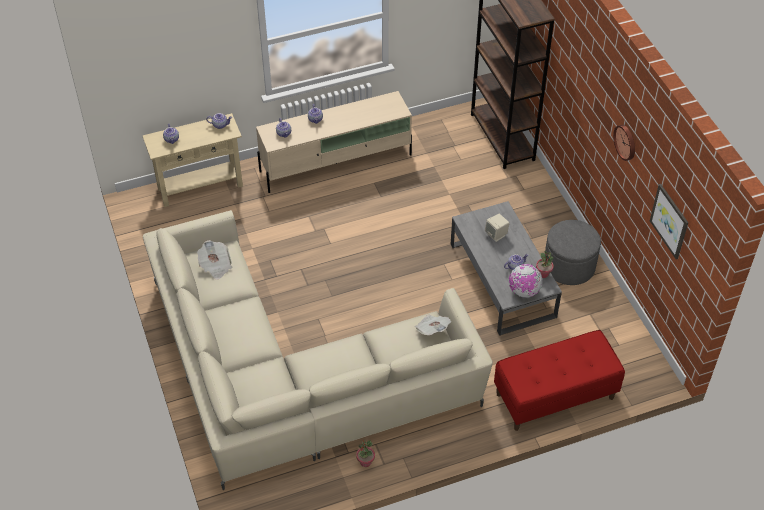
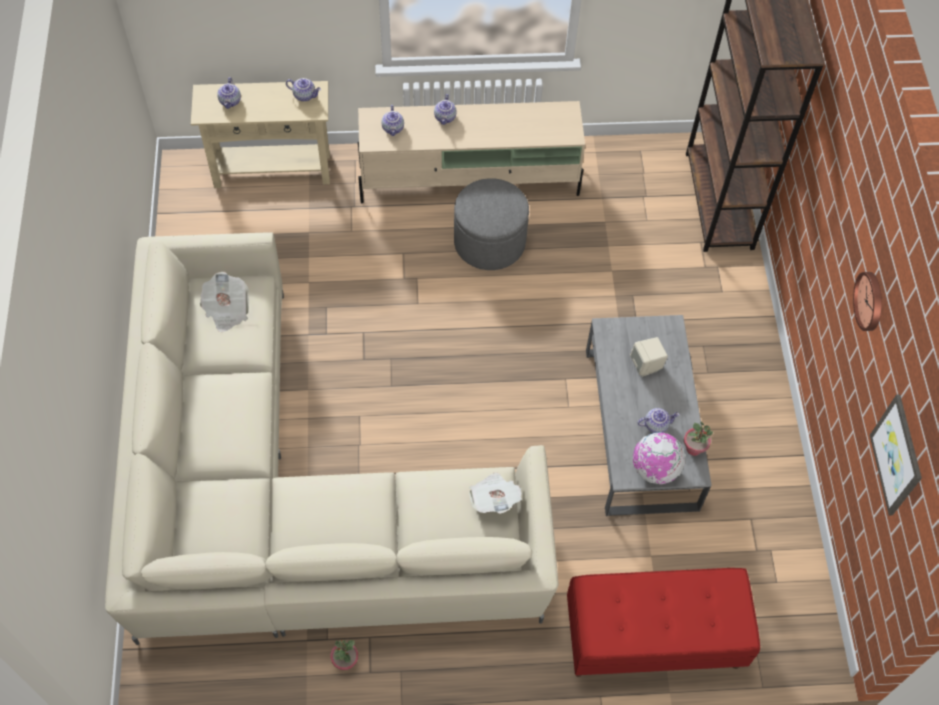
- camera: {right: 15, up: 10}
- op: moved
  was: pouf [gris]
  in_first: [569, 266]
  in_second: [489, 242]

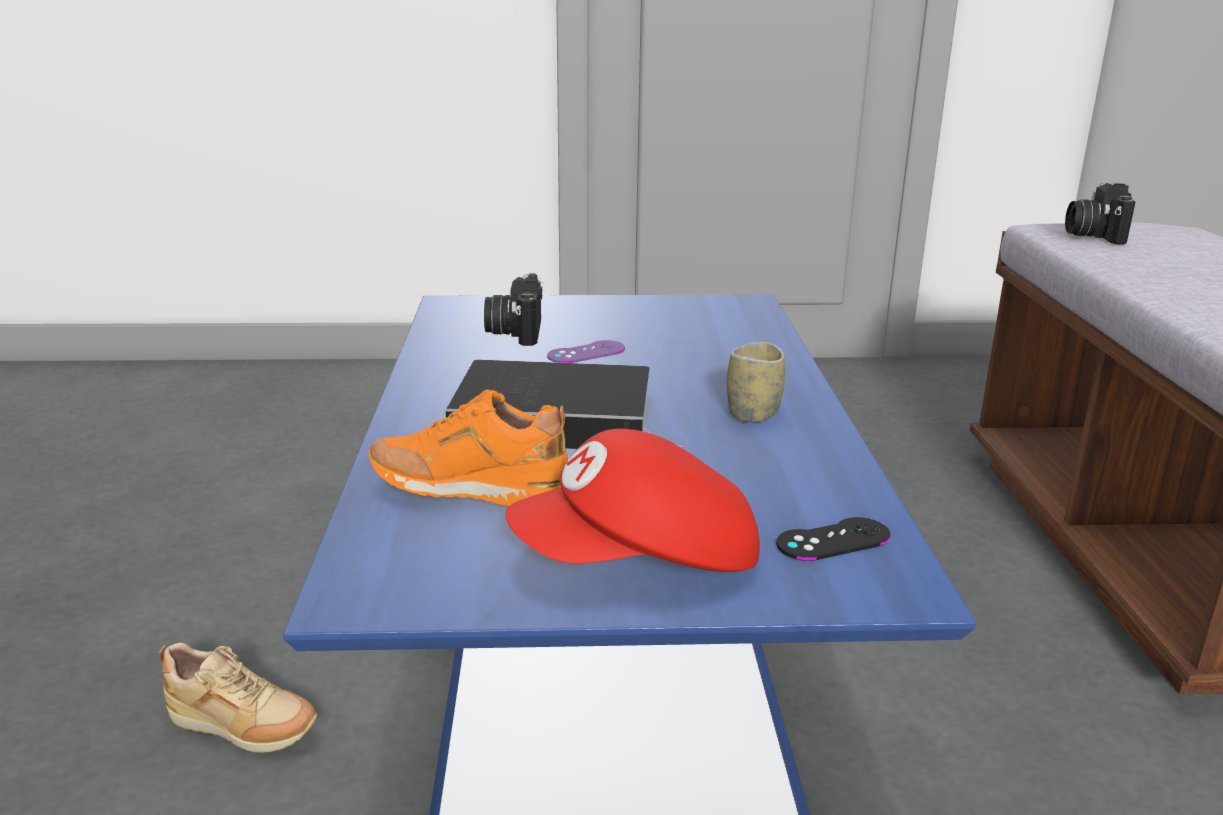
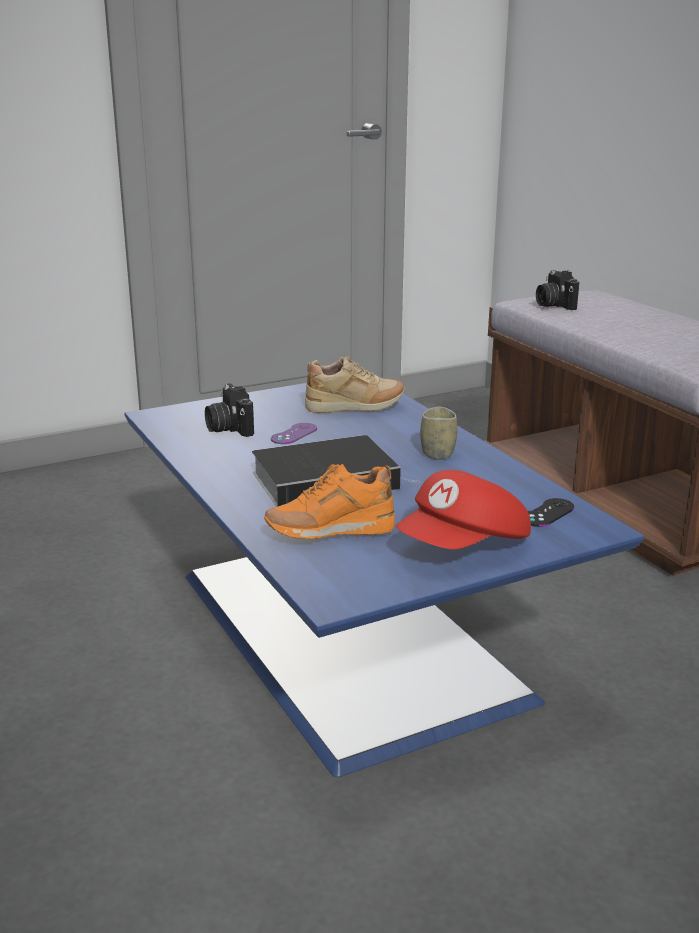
- camera: {right: -25, up: 0}
- op: moved
  was: chaussure [beige]
  in_first: [243, 731]
  in_second: [355, 408]

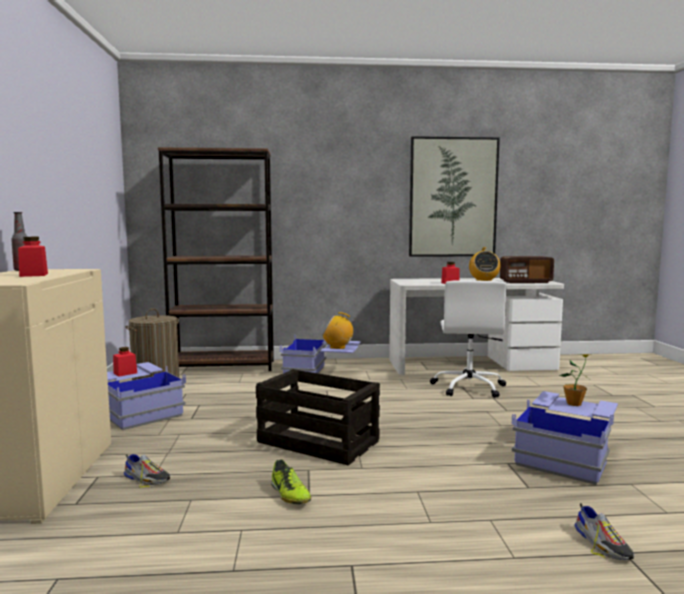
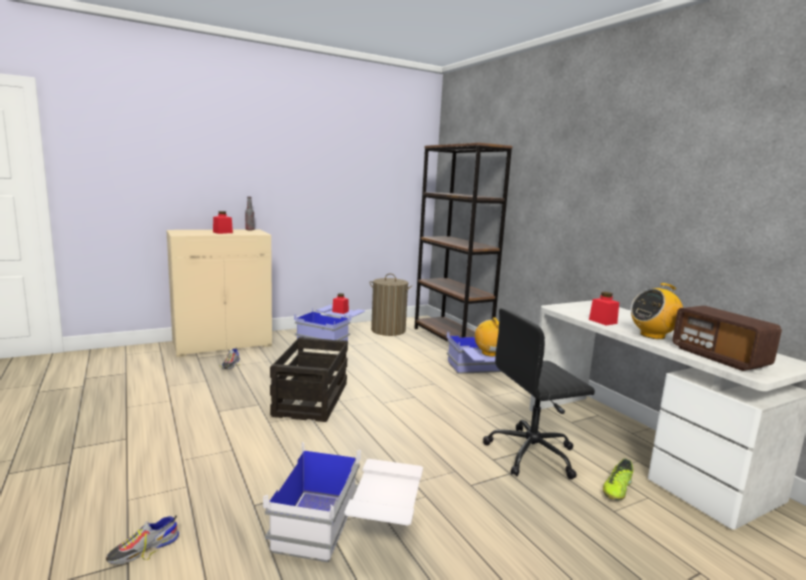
- camera: {right: 65, up: 5}
- op: removed
  was: tableau
  in_first: [453, 197]
- op: removed
  was: plante en pot
  in_first: [574, 404]
- op: moved
  was: chaussure
  in_first: [289, 494]
  in_second: [617, 489]
- op: recoloured
  was: chaise de bureau [blanc]
  now: chaise de bureau [noir]
  in_first: [469, 387]
  in_second: [533, 454]
- op: recoloured
  was: boîte de rangement [bleu]
  now: boîte de rangement [blanc]
  in_first: [566, 455]
  in_second: [348, 532]

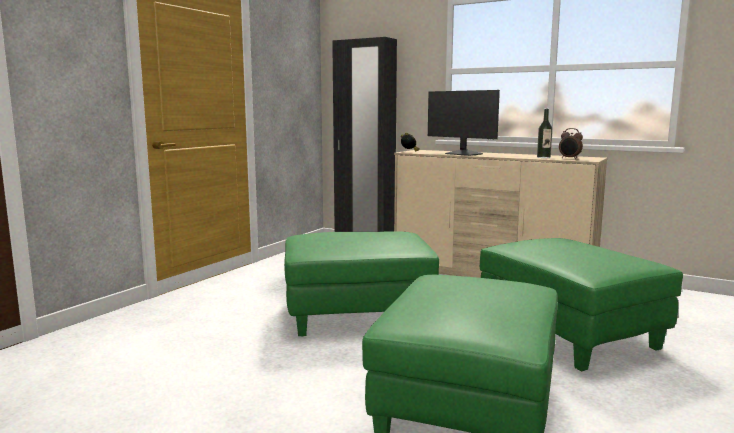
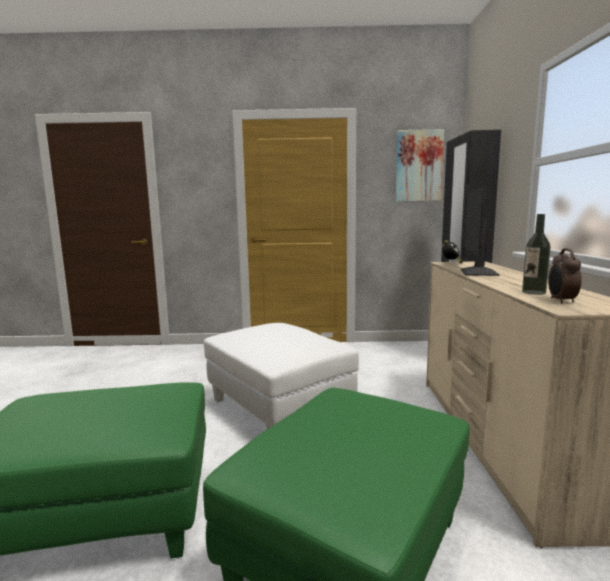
- camera: {right: 60, up: 0}
- op: added
  now: tableau
  in_second: [418, 166]
- op: recoloured
  was: pouf [vert]
  now: pouf [blanc]
  in_first: [358, 315]
  in_second: [279, 408]

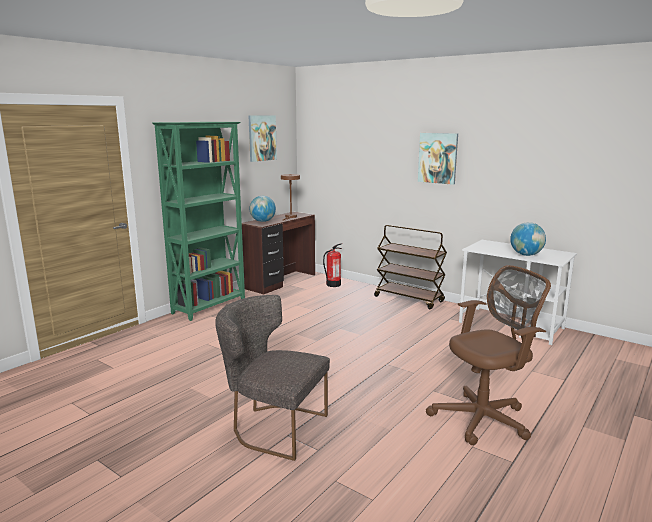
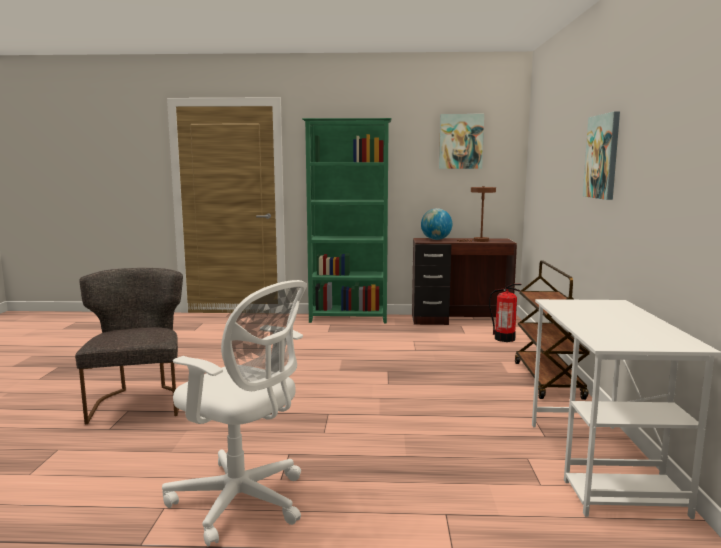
- camera: {right: 55, up: -5}
- op: removed
  was: globe
  in_first: [526, 255]
- op: recoloured
  was: chaise de bureau [marron]
  now: chaise de bureau [blanc]
  in_first: [484, 419]
  in_second: [243, 502]

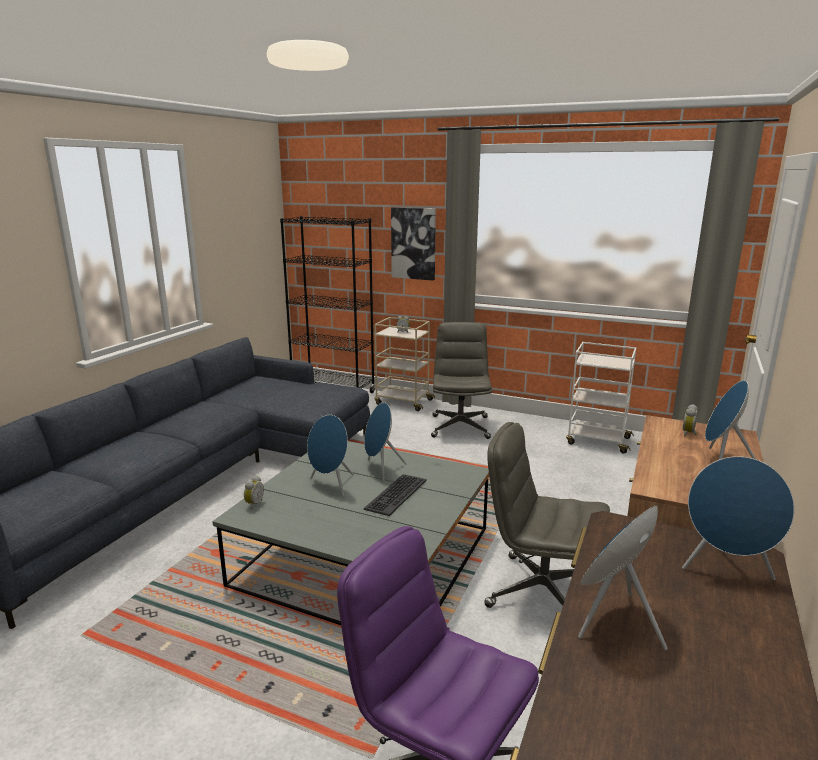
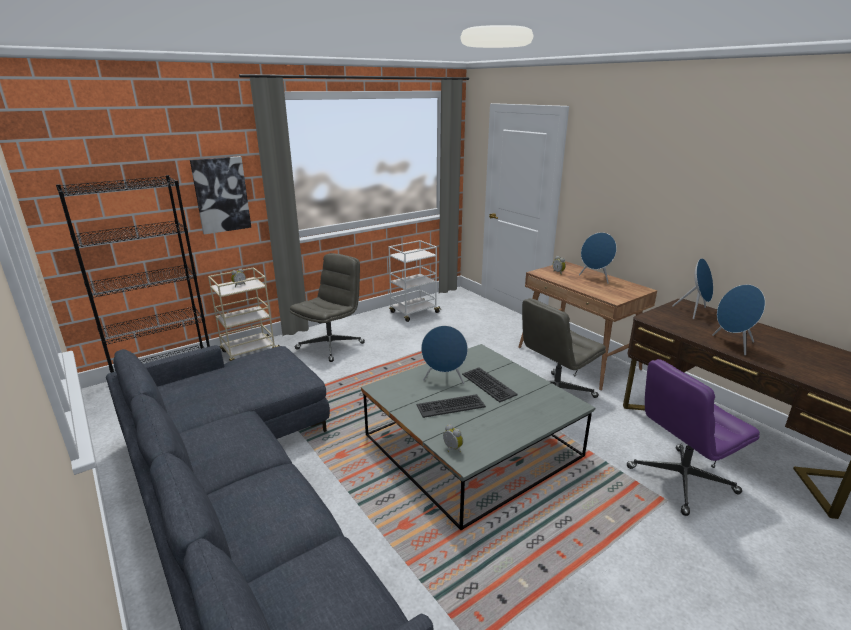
- camera: {right: -60, up: 5}
- op: replaced
  was: enceinte [bleu]
  now: clavier
  in_first: [331, 485]
  in_second: [450, 406]
- op: turned
  was: chaise de bureau [gris]
  in_first: [460, 426]
  in_second: [330, 346]
  clockwise: 90

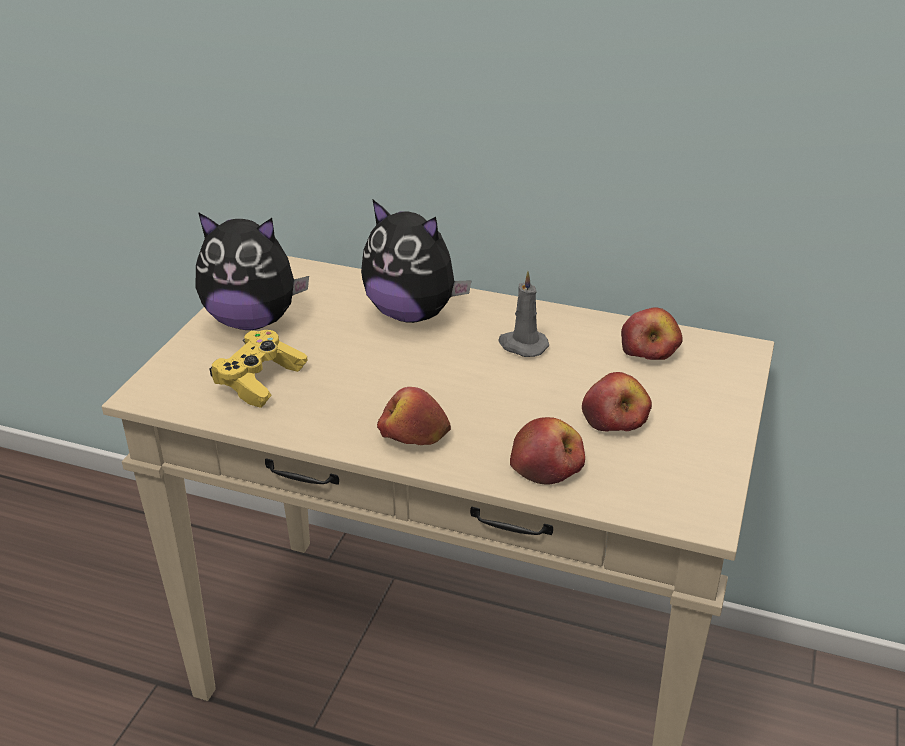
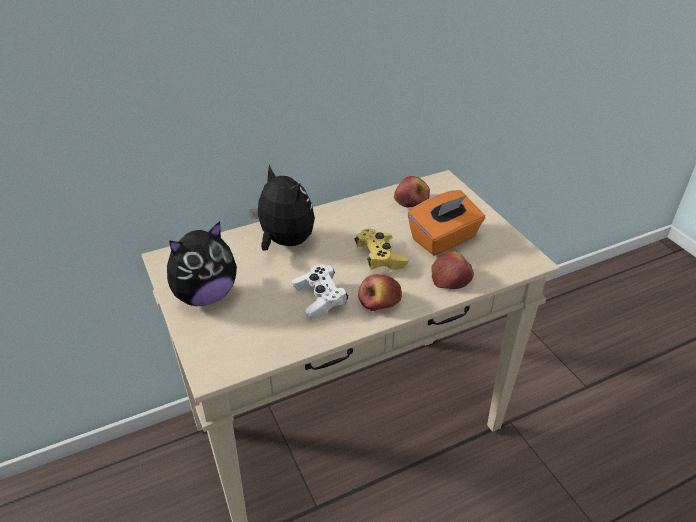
- camera: {right: -45, up: 5}
- op: removed
  was: bougie [gris]
  in_first: [522, 345]
- op: added
  now: manette [blanc]
  in_second: [320, 299]
- op: moved
  was: manette [jaune]
  in_first: [260, 381]
  in_second: [380, 257]
- op: replaced
  was: pomme
  now: boîte à mouchoirs [orange]
  in_first: [615, 418]
  in_second: [444, 239]
- op: turned
  was: peluche
  in_first: [412, 314]
  in_second: [284, 242]
  clockwise: -120

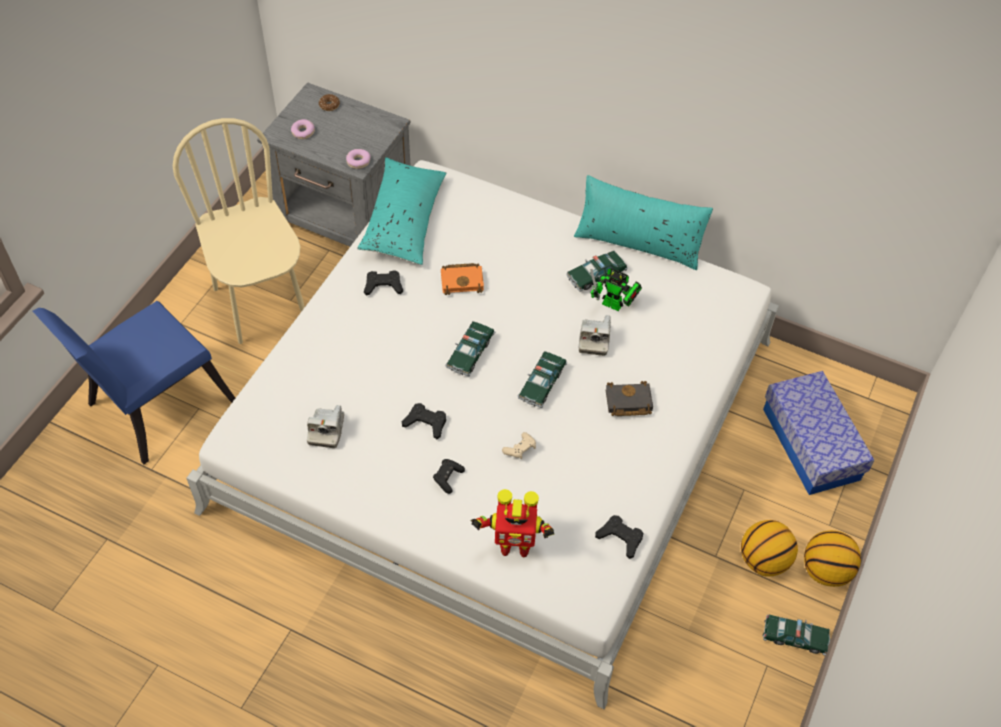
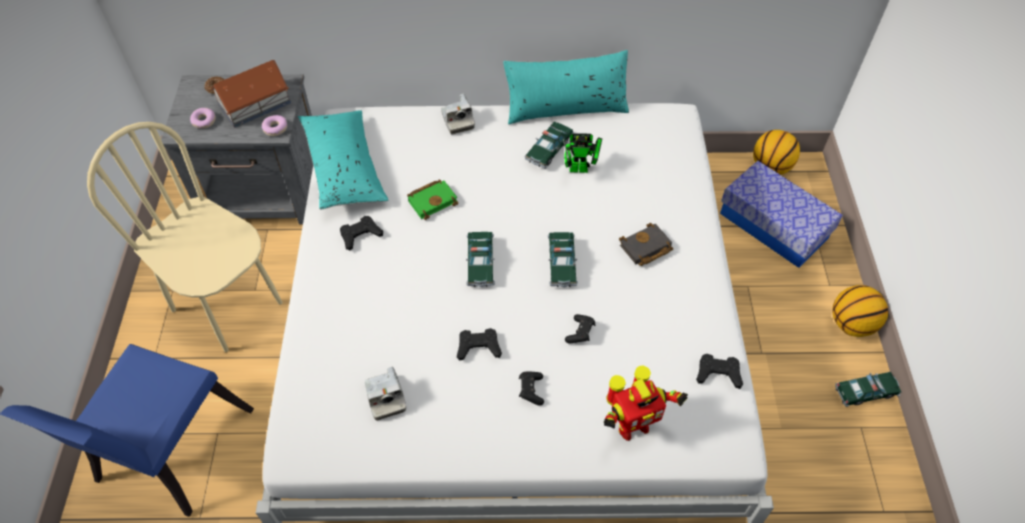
- camera: {right: -25, up: 0}
- op: added
  now: maison miniature
  in_second: [255, 103]
- op: moved
  was: appareil photo
  in_first: [594, 340]
  in_second: [457, 120]
- op: moved
  was: ballon de basket
  in_first: [763, 560]
  in_second: [771, 167]
- op: recoloured
  was: livre [orange]
  now: livre [vert]
  in_first: [463, 280]
  in_second: [433, 200]
- op: recoloured
  was: manette [beige]
  now: manette [noir]
  in_first: [520, 450]
  in_second: [580, 333]

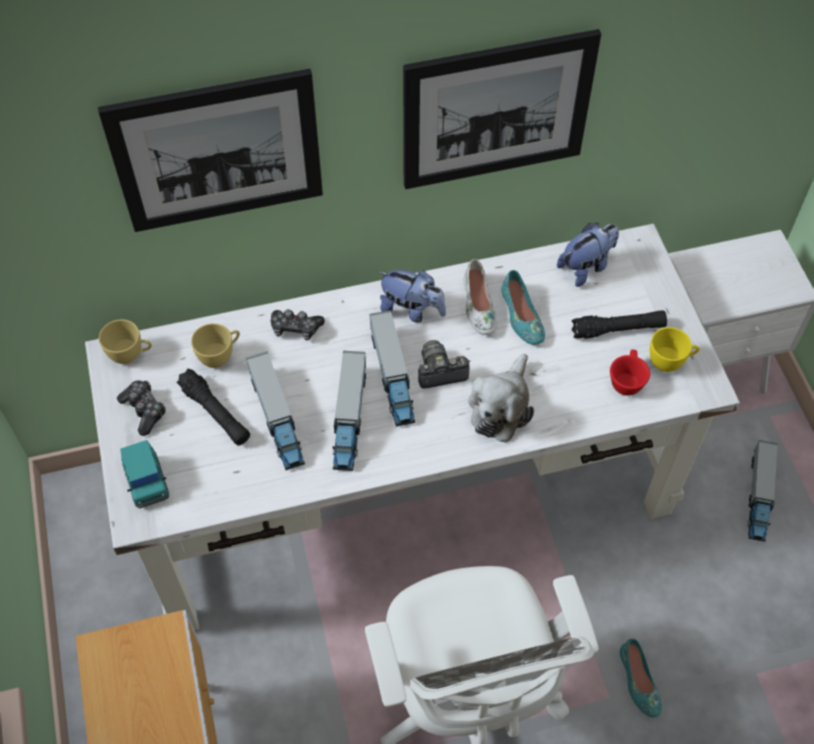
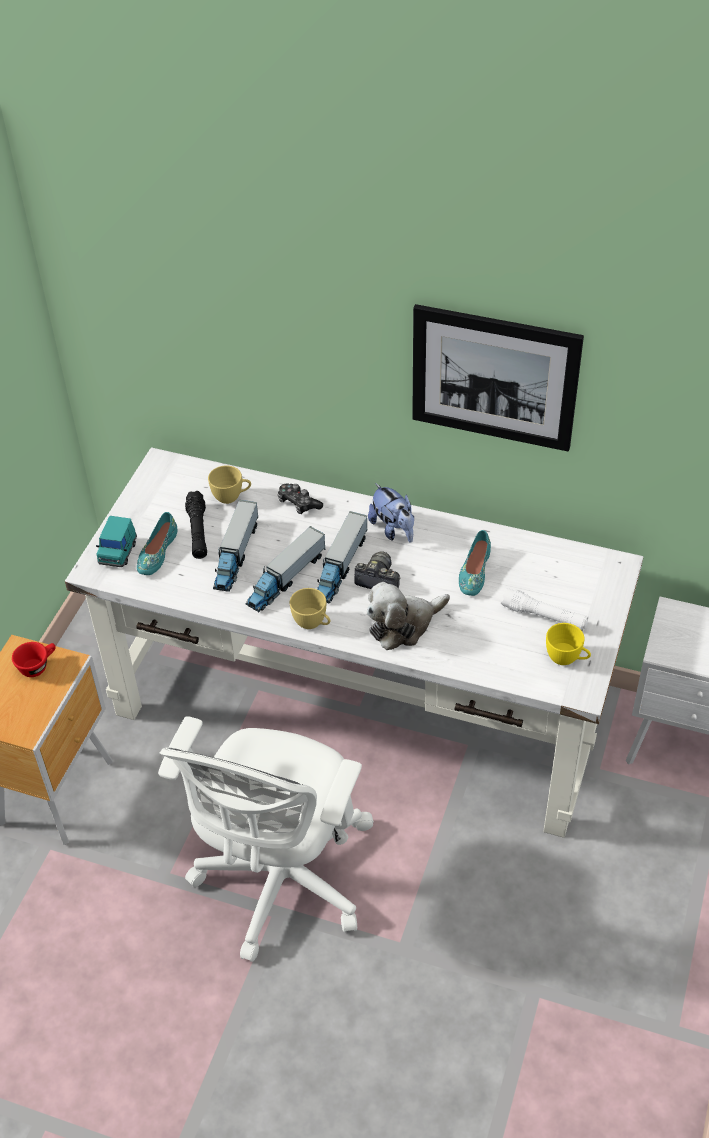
- camera: {right: 35, up: -10}
- op: removed
  was: tableau
  in_first: [217, 151]
- op: removed
  was: manette
  in_first: [144, 410]
- op: removed
  was: chaussure [blanc]
  in_first: [478, 305]
- op: removed
  was: peluche
  in_first: [586, 267]
- op: removed
  was: camion jouet
  in_first: [758, 496]
- op: moved
  was: tasse [jaune]
  in_first: [130, 355]
  in_second: [313, 623]
- op: moved
  was: tasse [rouge]
  in_first: [626, 380]
  in_second: [37, 665]
- op: moved
  was: chaussure [turquoise]
  in_first: [638, 681]
  in_second: [156, 552]
- op: recoloured
  was: lampe de poche [noir]
  now: lampe de poche [blanc]
  in_first: [618, 329]
  in_second: [544, 616]

